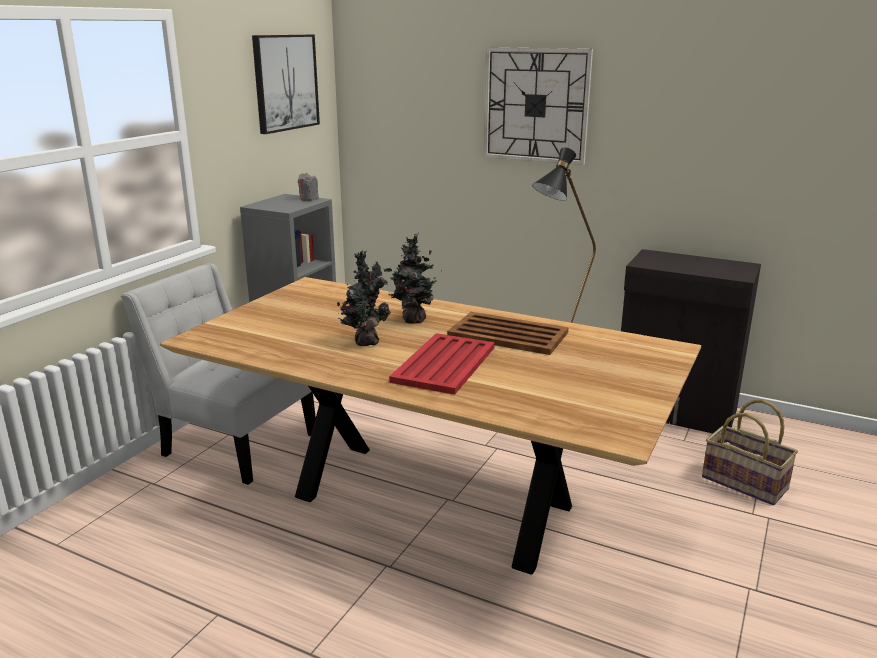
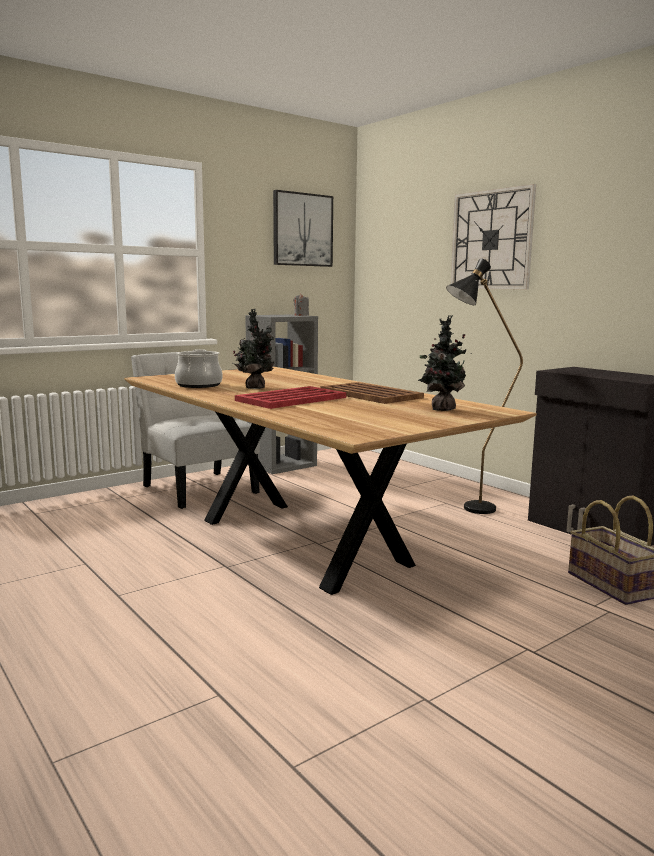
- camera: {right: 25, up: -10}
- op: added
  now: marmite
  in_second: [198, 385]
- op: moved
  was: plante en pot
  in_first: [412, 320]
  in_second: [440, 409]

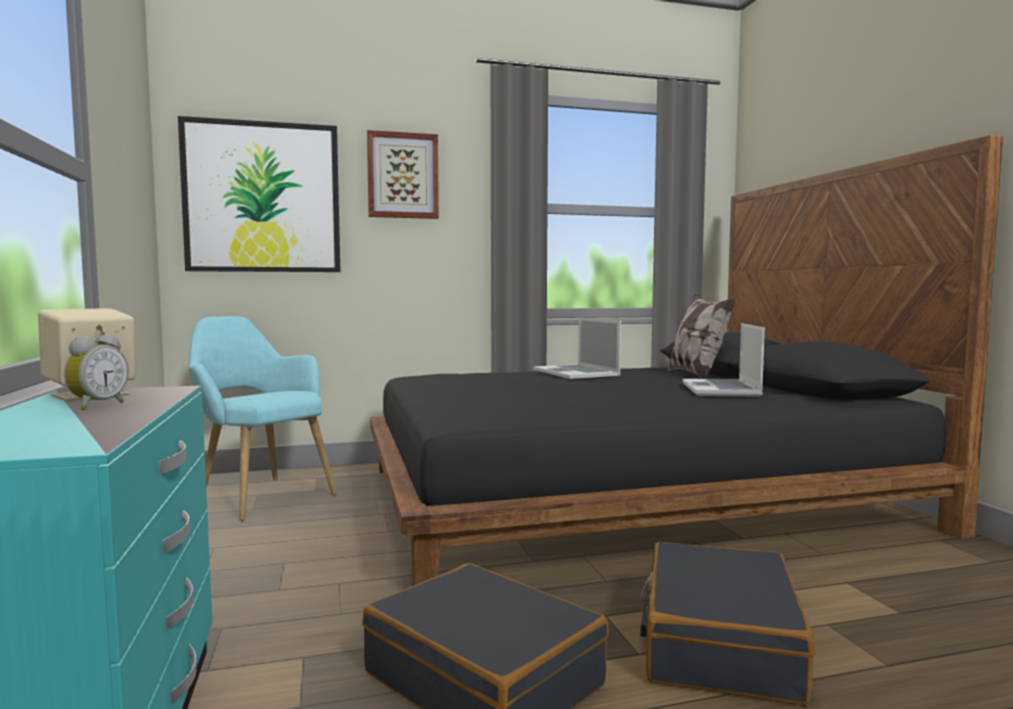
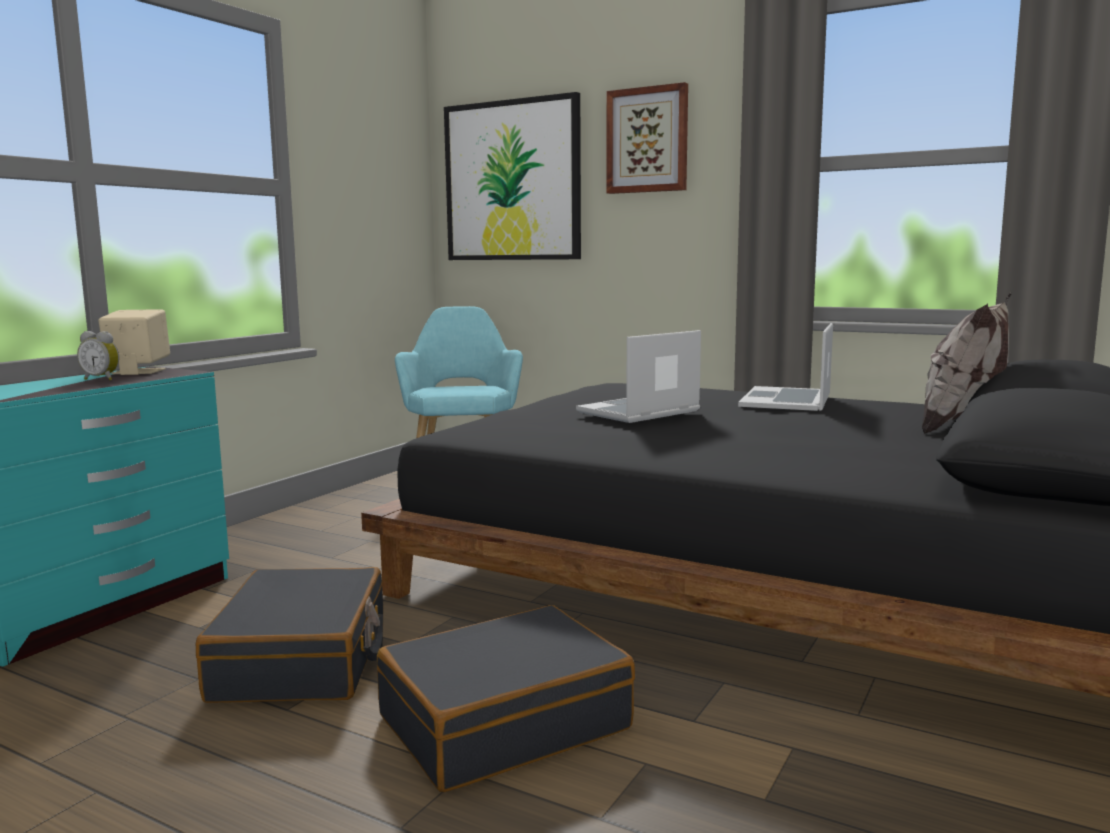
- camera: {right: 45, up: 5}
- op: moved
  was: ordinateur portable
  in_first: [722, 390]
  in_second: [638, 412]
- op: turned
  was: réveil
  in_first: [96, 406]
  in_second: [102, 379]
  clockwise: 45

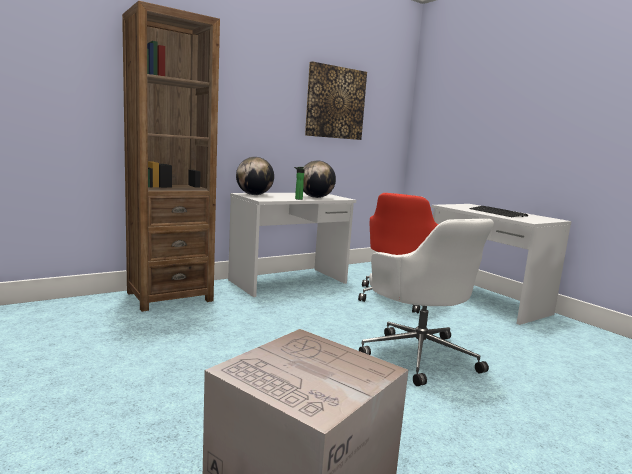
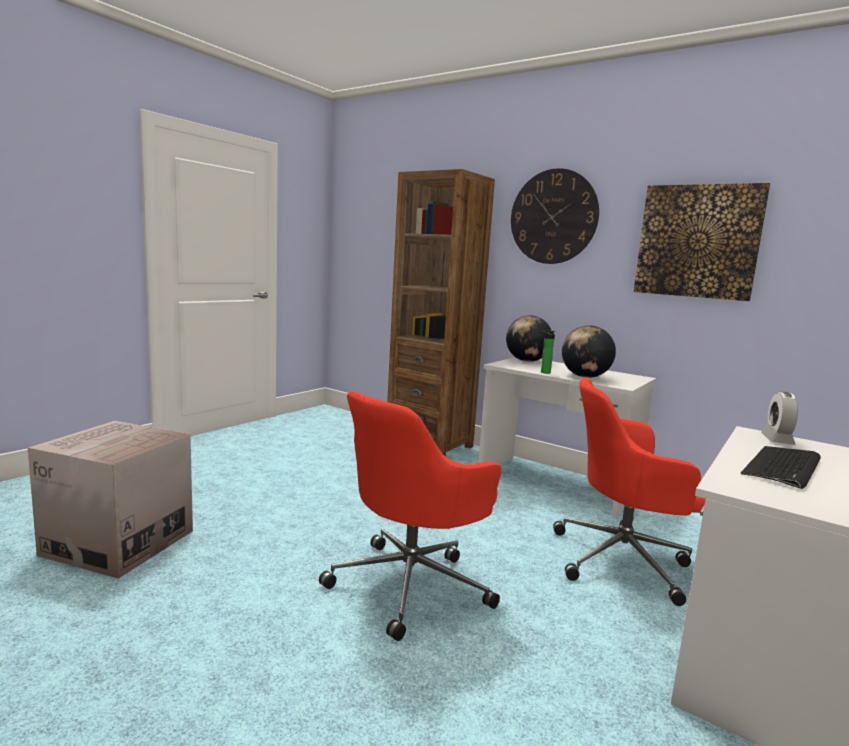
- camera: {right: 70, up: 0}
- op: added
  now: horloge murale
  in_second: [553, 217]
- op: added
  now: réveil
  in_second: [777, 440]
- op: recoloured
  was: chaise de bureau [blanc]
  now: chaise de bureau [rouge]
  in_first: [418, 355]
  in_second: [411, 584]

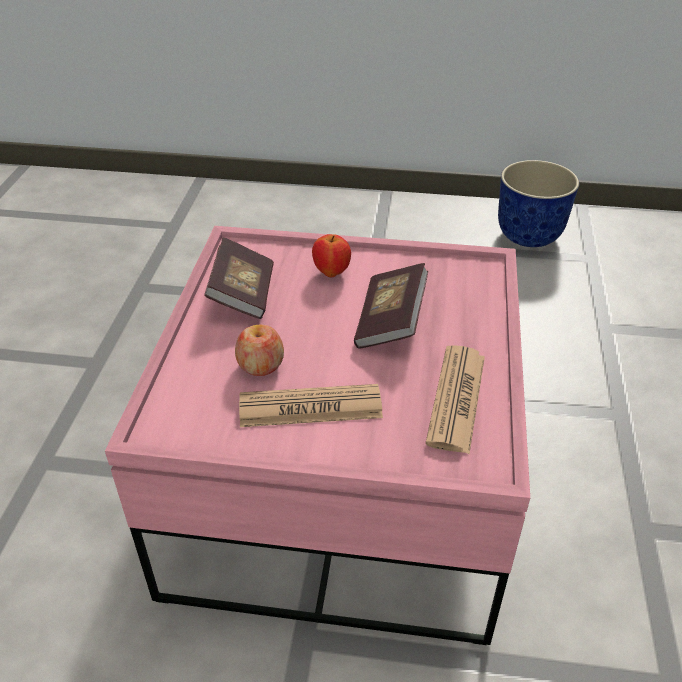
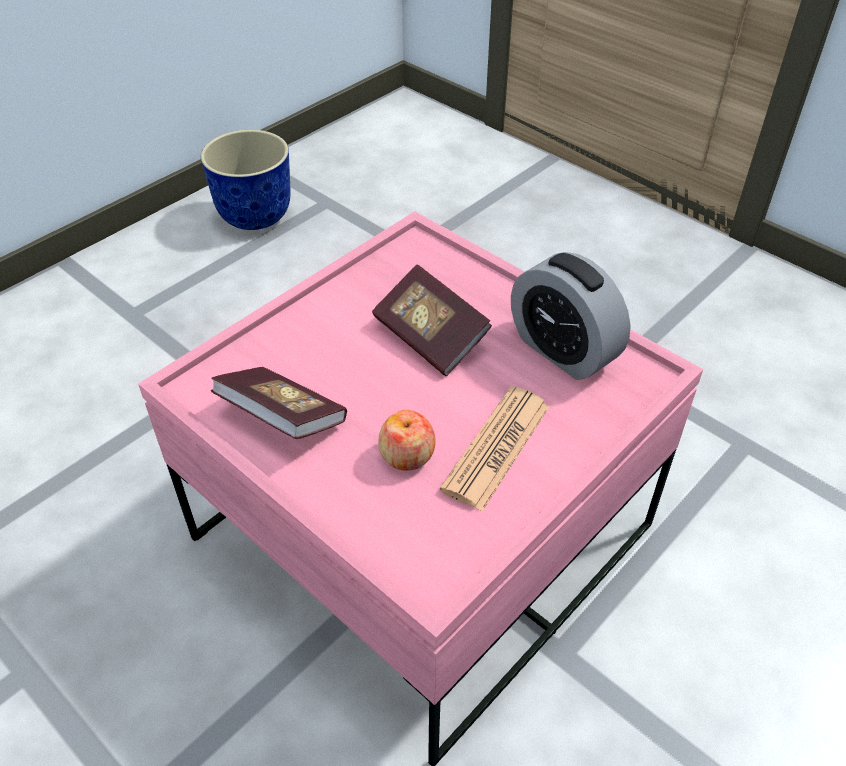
- camera: {right: -55, up: 5}
- op: removed
  was: pomme
  in_first: [331, 272]
- op: replaced
  was: journal
  now: réveil
  in_first: [456, 399]
  in_second: [563, 350]

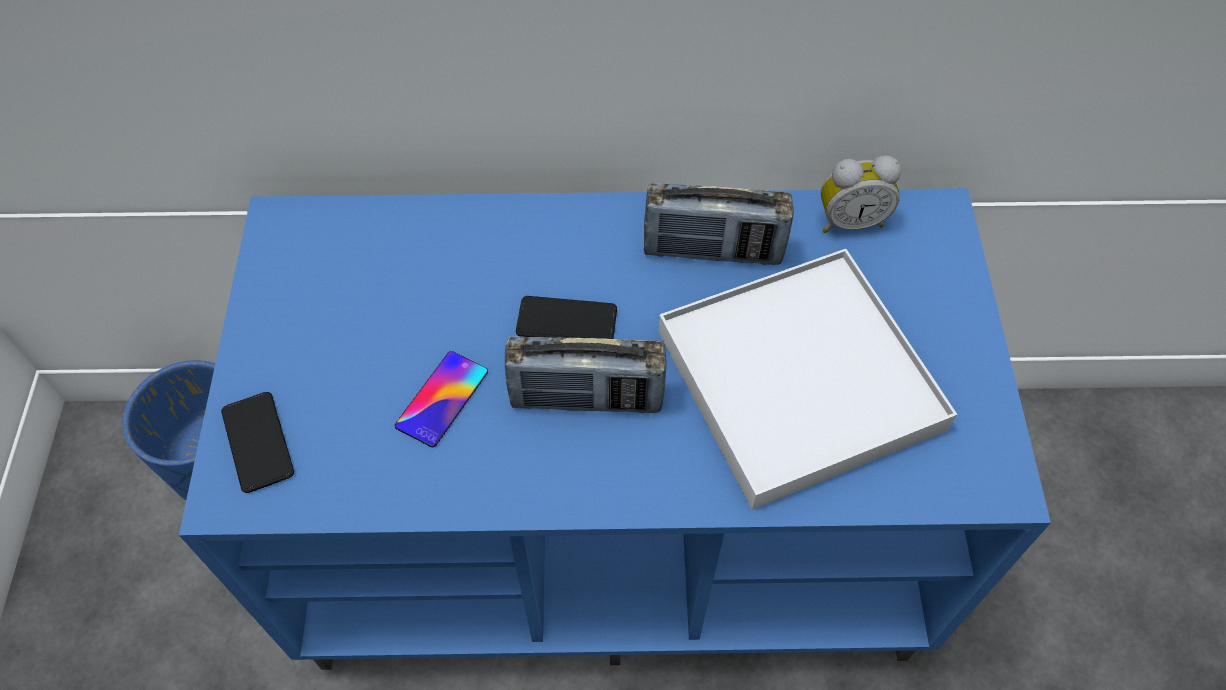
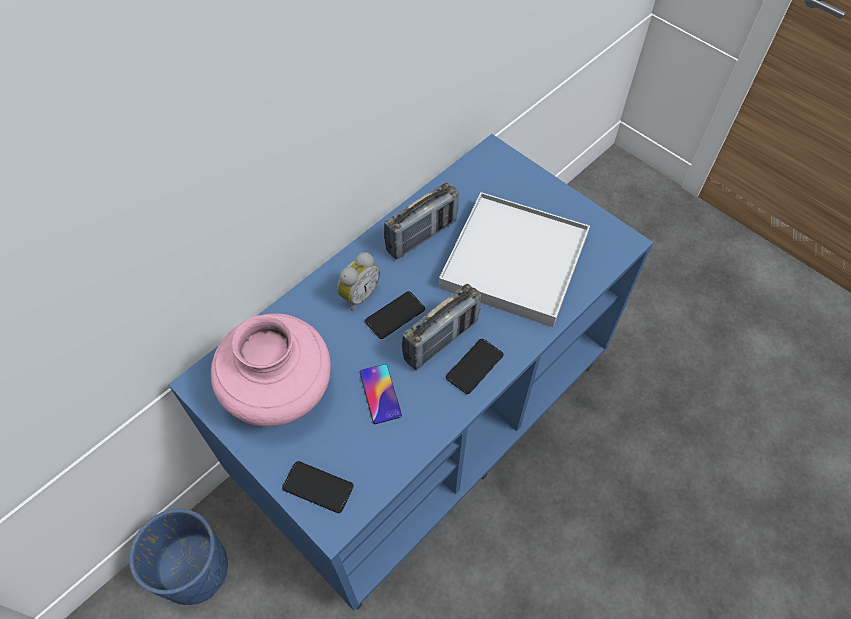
- camera: {right: -45, up: 0}
- op: added
  now: vase [rose]
  in_second: [280, 391]
- op: added
  now: téléphone
  in_second: [474, 366]
- op: moved
  was: réveil
  in_first: [850, 220]
  in_second: [358, 295]

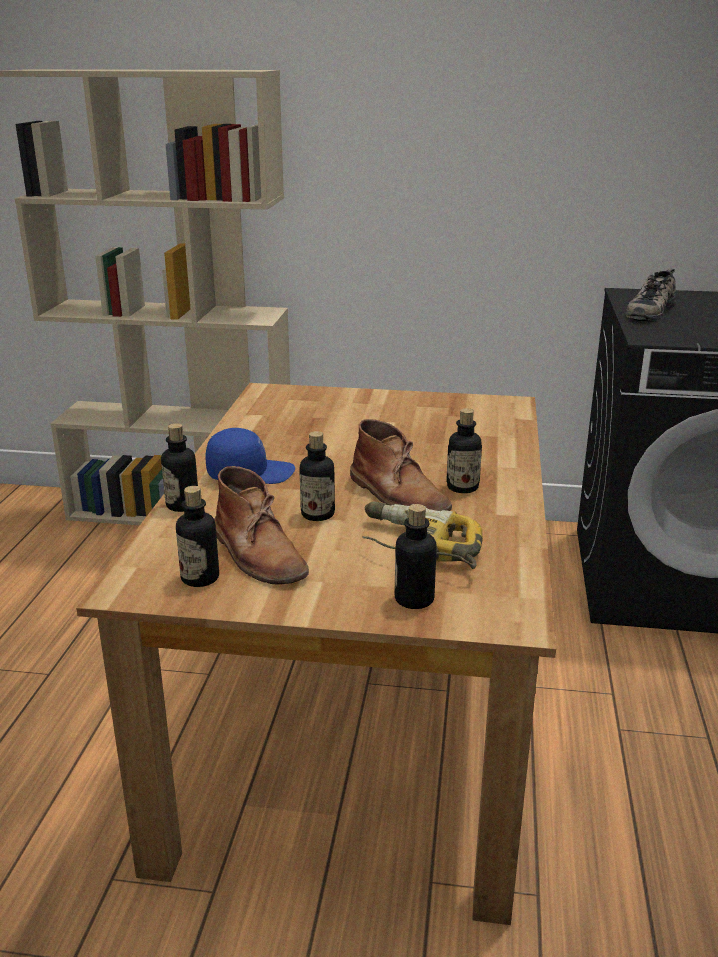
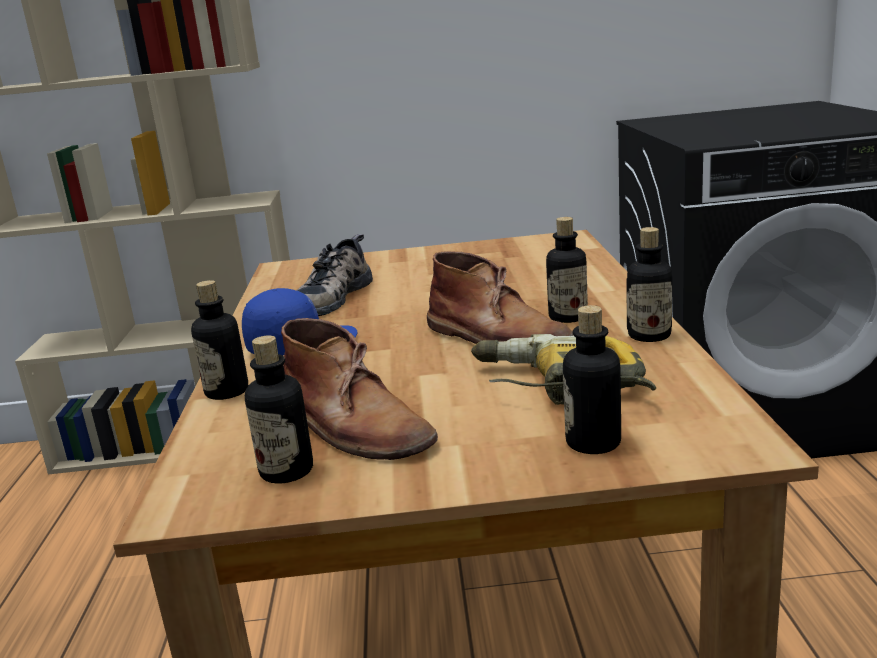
- camera: {right: -10, up: -5}
- op: moved
  was: bouteille
  in_first: [317, 514]
  in_second: [649, 335]
- op: moved
  was: chaussure
  in_first: [649, 310]
  in_second: [331, 296]

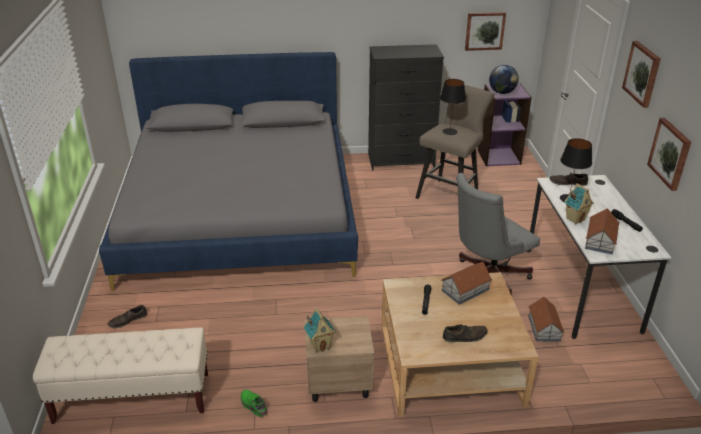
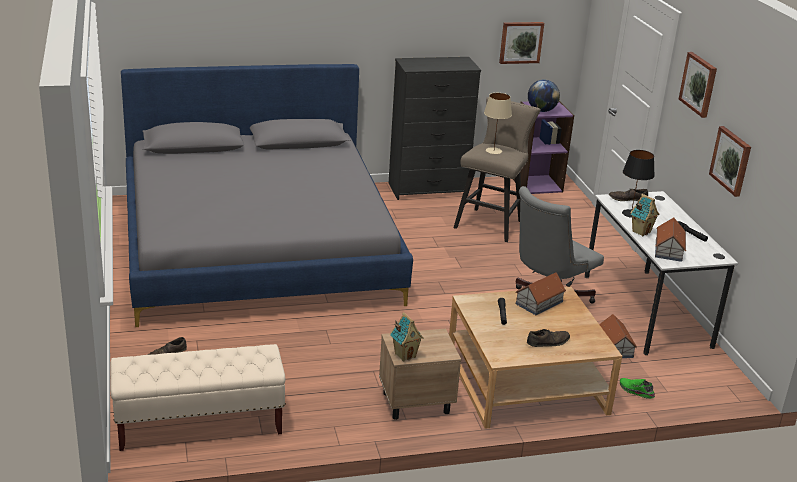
- camera: {right: -10, up: -5}
- op: moved
  was: chaussure [vert]
  in_first: [253, 406]
  in_second: [635, 391]
- op: recoloured
  was: lampe de table [noir]
  now: lampe de table [beige]
  in_first: [449, 131]
  in_second: [493, 151]

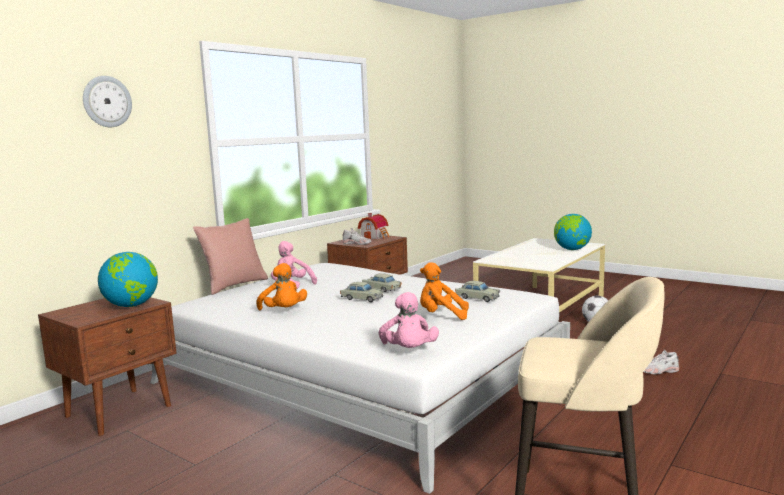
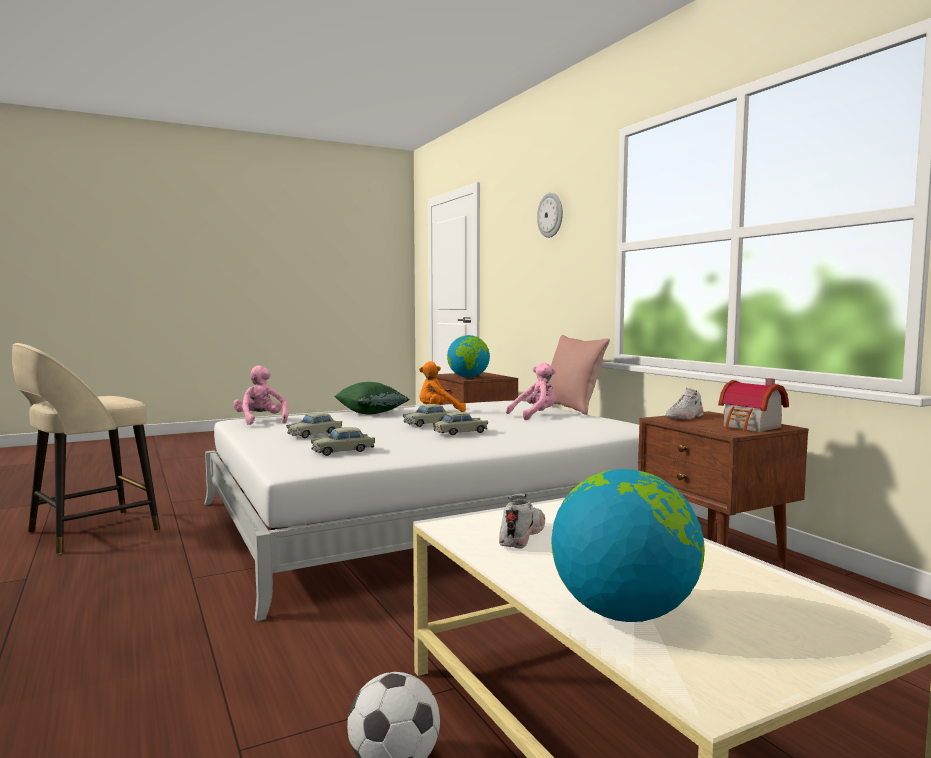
- camera: {right: 115, up: -5}
- op: added
  now: coussin [vert]
  in_second: [371, 413]
- op: moved
  was: chaussure [blanc]
  in_first: [658, 371]
  in_second: [521, 535]
- op: replaced
  was: peluche [orange]
  now: petite voiture [beige]
  in_first: [441, 316]
  in_second: [315, 434]
- op: turned
  was: peluche [rose]
  in_first: [409, 351]
  in_second: [261, 421]
  clockwise: 45

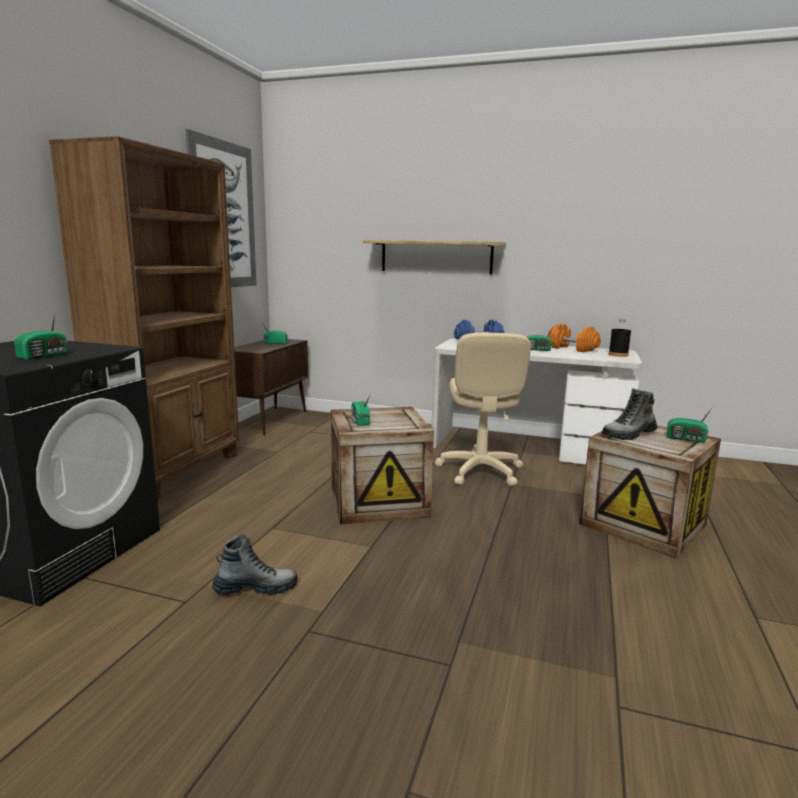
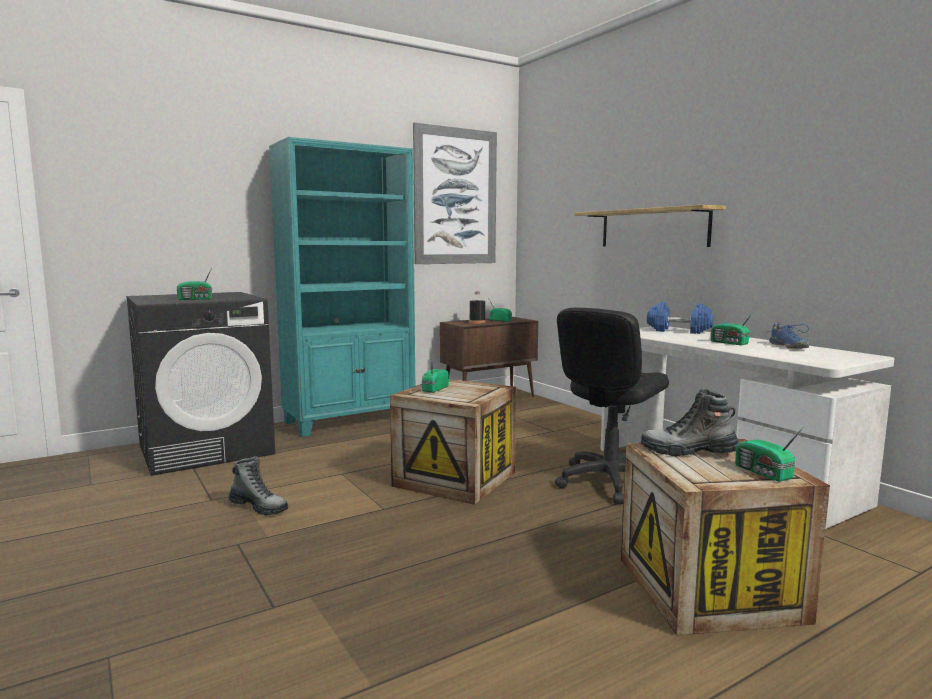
- camera: {right: 40, up: -5}
- op: moved
  was: bouteille [noir]
  in_first: [618, 355]
  in_second: [477, 322]
- op: replaced
  was: haltère [orange]
  now: chaussure [bleu]
  in_first: [572, 349]
  in_second: [788, 346]
- op: recoloured
  was: bibliothèque [marron]
  now: bibliothèque [turquoise]
  in_first: [174, 472]
  in_second: [350, 420]
- op: recoloured
  was: chaise de bureau [beige]
  now: chaise de bureau [noir]
  in_first: [480, 471]
  in_second: [609, 482]

